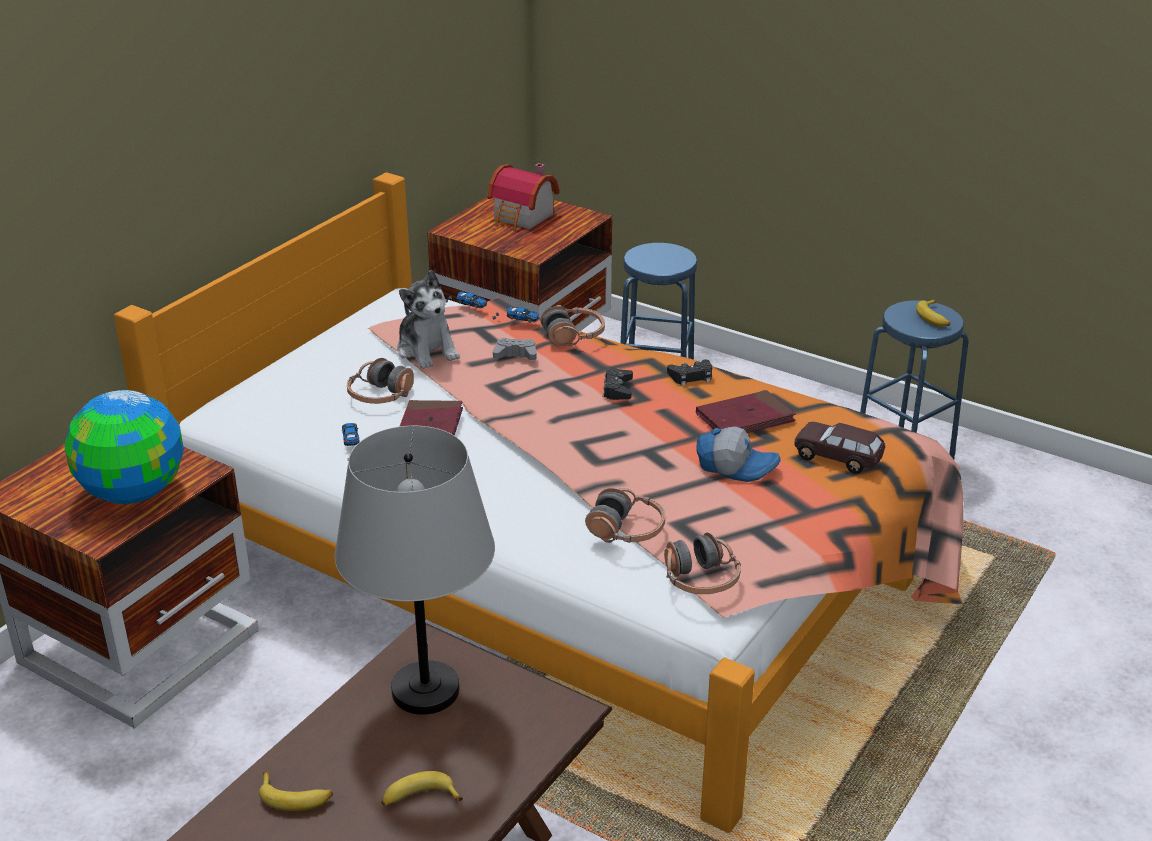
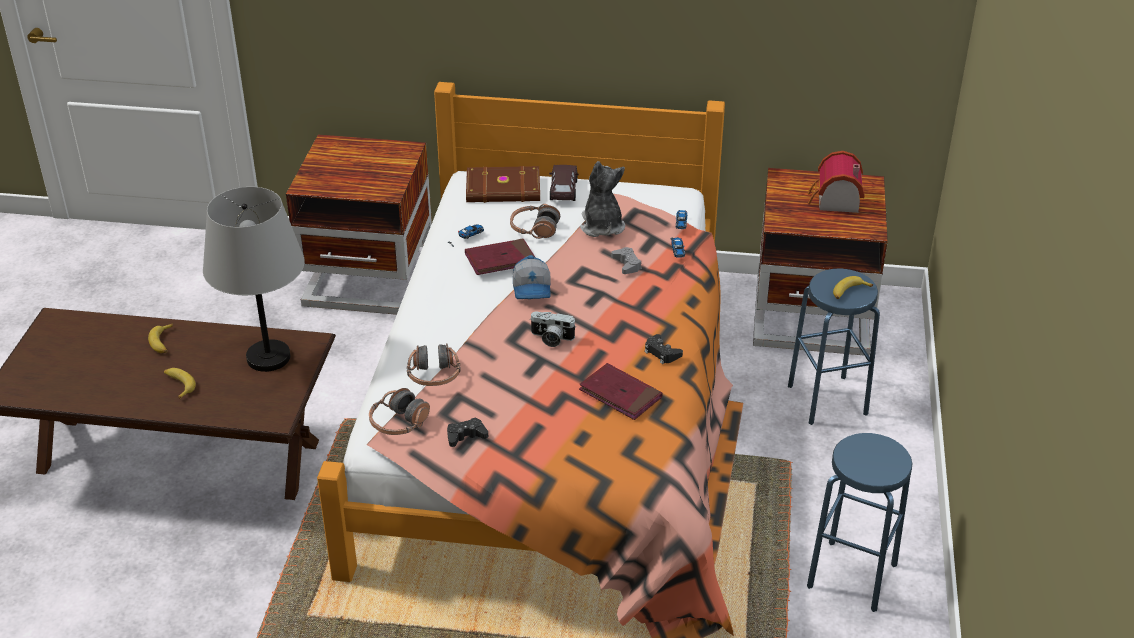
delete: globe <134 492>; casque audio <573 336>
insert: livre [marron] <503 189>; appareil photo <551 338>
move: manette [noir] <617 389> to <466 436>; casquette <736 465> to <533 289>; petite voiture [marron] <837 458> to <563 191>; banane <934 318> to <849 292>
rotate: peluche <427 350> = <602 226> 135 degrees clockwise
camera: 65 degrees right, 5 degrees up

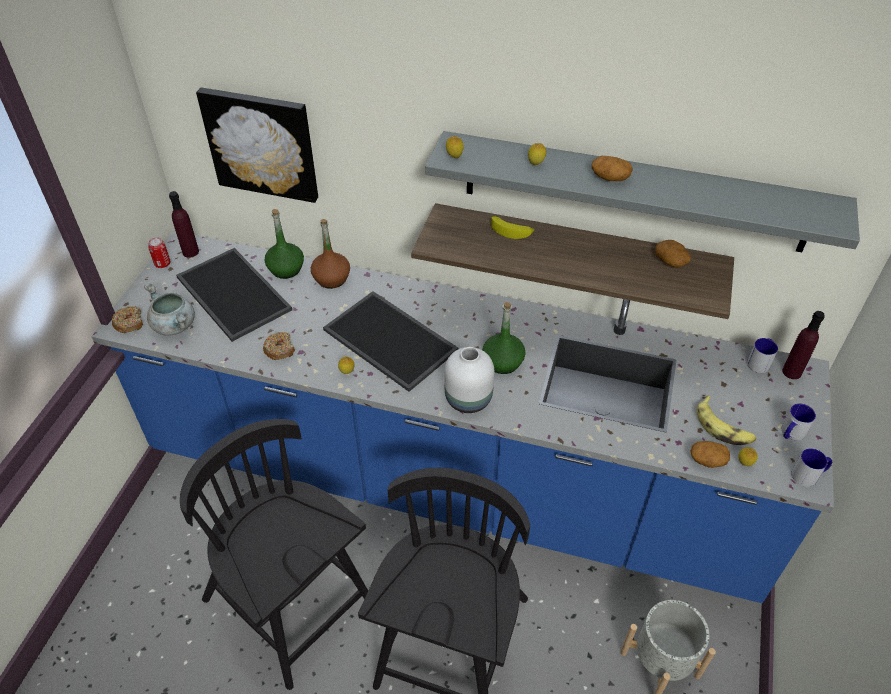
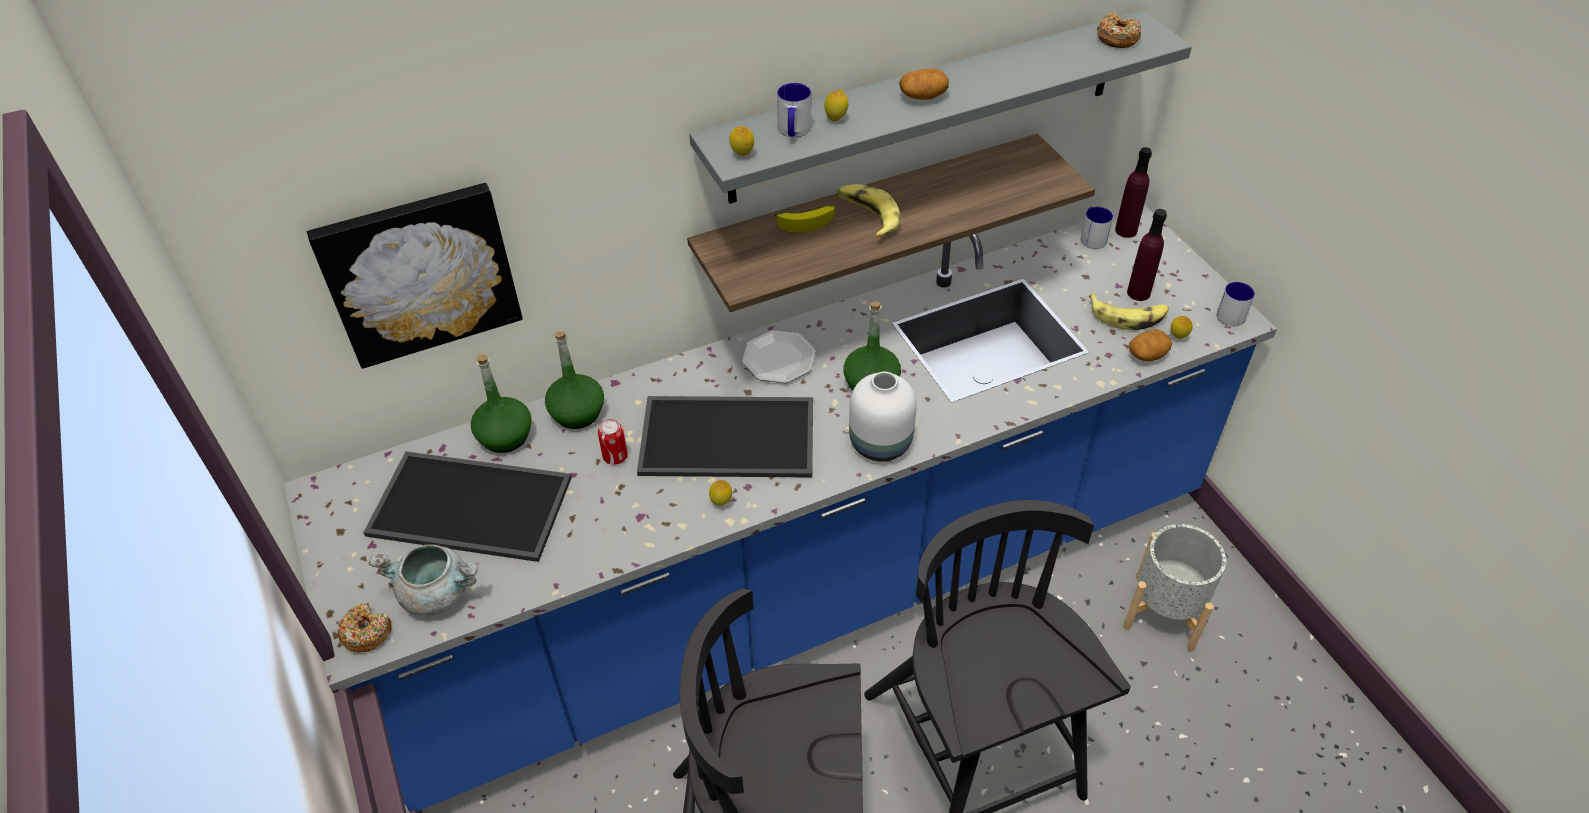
delete: pomme de terre <671 261>
insert: assiette <779 360>; banane <868 216>
move: boîte métallique <162 264> to <615 456>; mug <790 433> to <793 131>; beignet <279 349> to <1117 38>; bouteille [violet] <190 252> to <1138 293>
recolor: bouteille [marron] <331 278> to bouteille [vert] <577 413>
camera: 40 degrees left, 0 degrees up

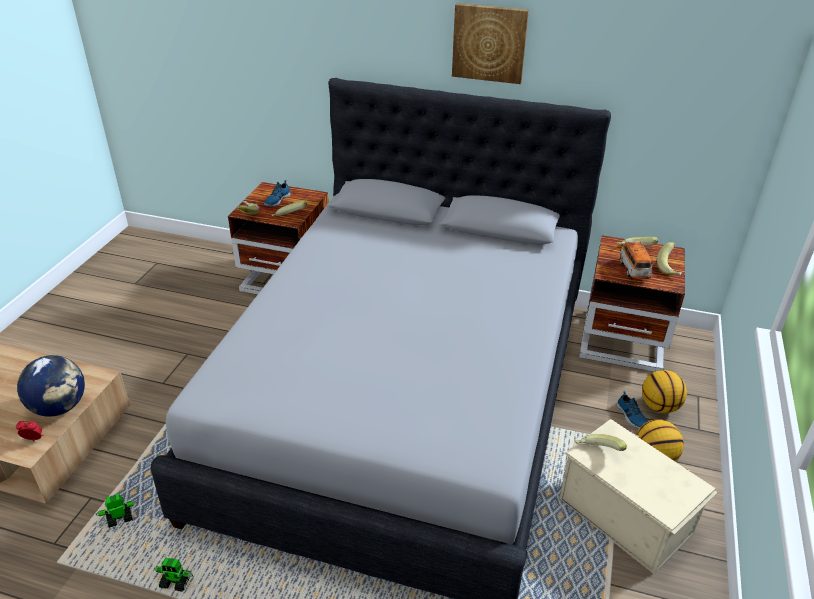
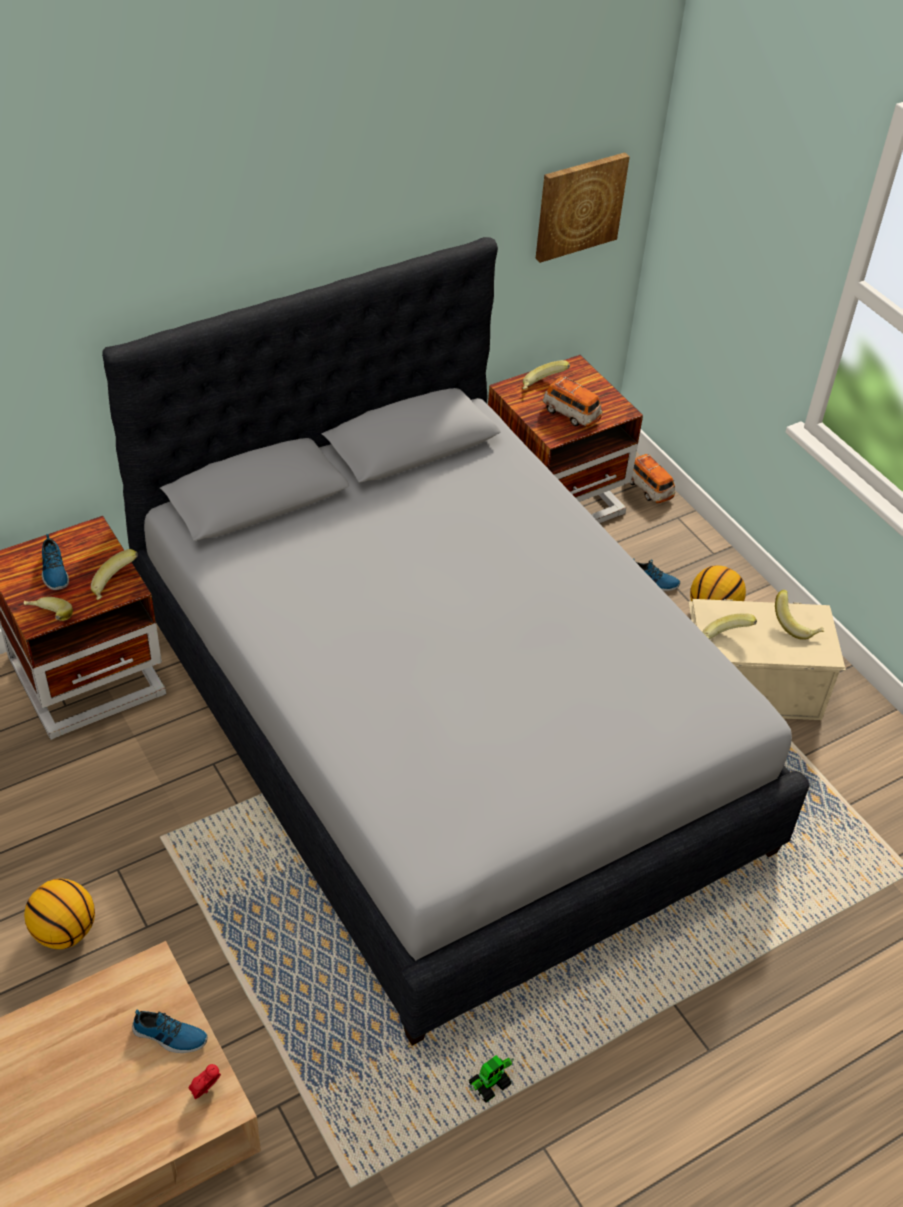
delete: robot jouet <119 518>
insert: petite voiture <649 489>
move: ballon de basket <659 406> to <64 931>; tableau <489 43> to <579 205>; banane <670 268> to <796 625>
replace: globe <60 407> to chaussure <169 1036>
camera: 50 degrees left, 10 degrees up

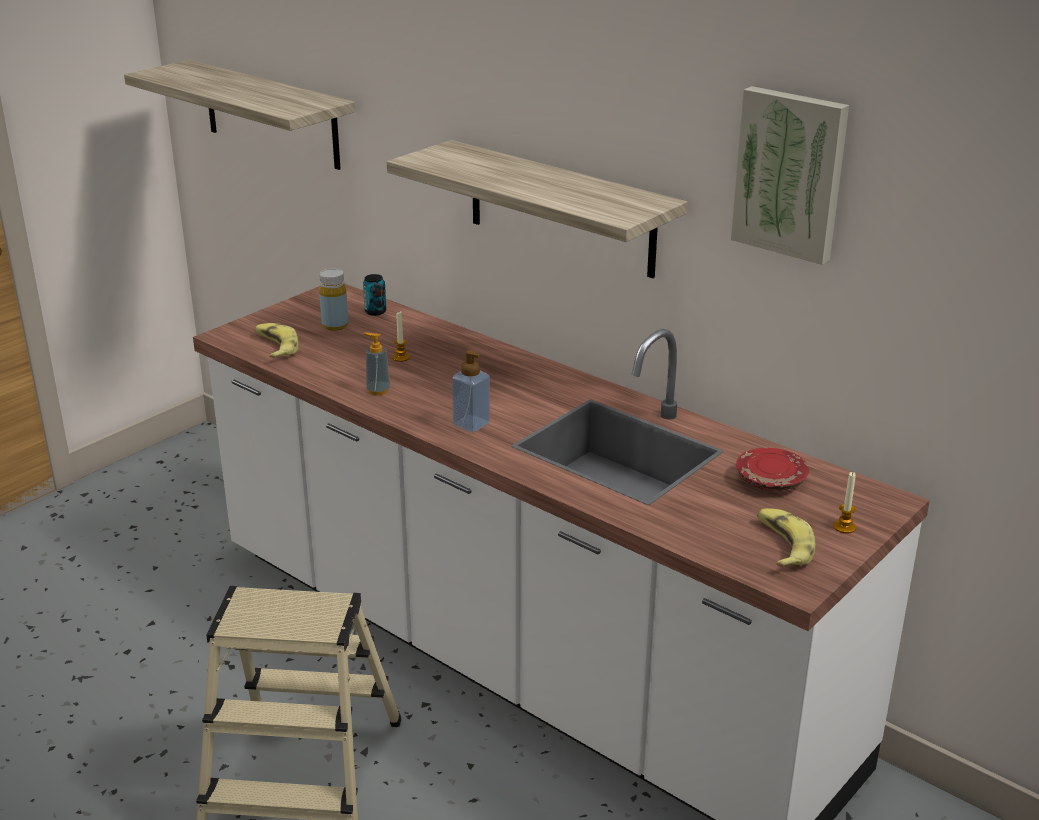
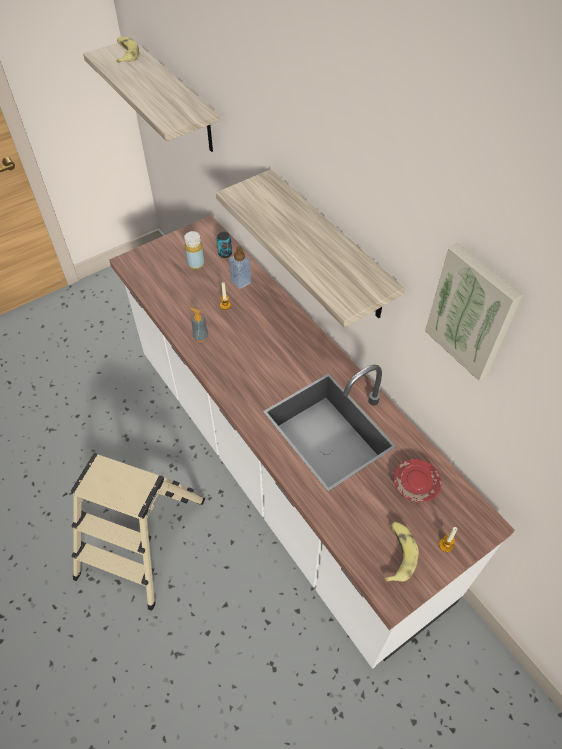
move: banane <275 347> to <126 54>; distributeur de savon <471 424> to <241 282>
camera: 15 degrees right, 25 degrees up

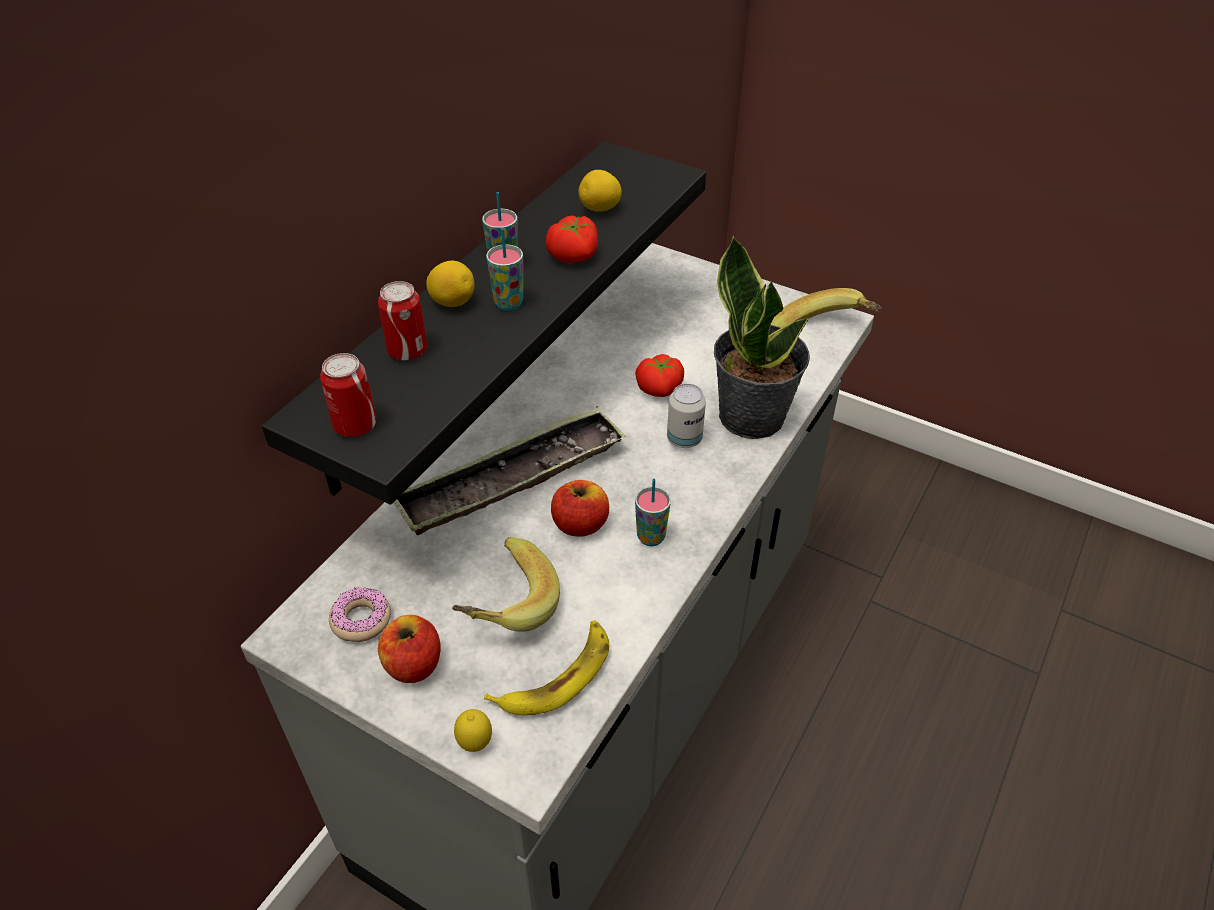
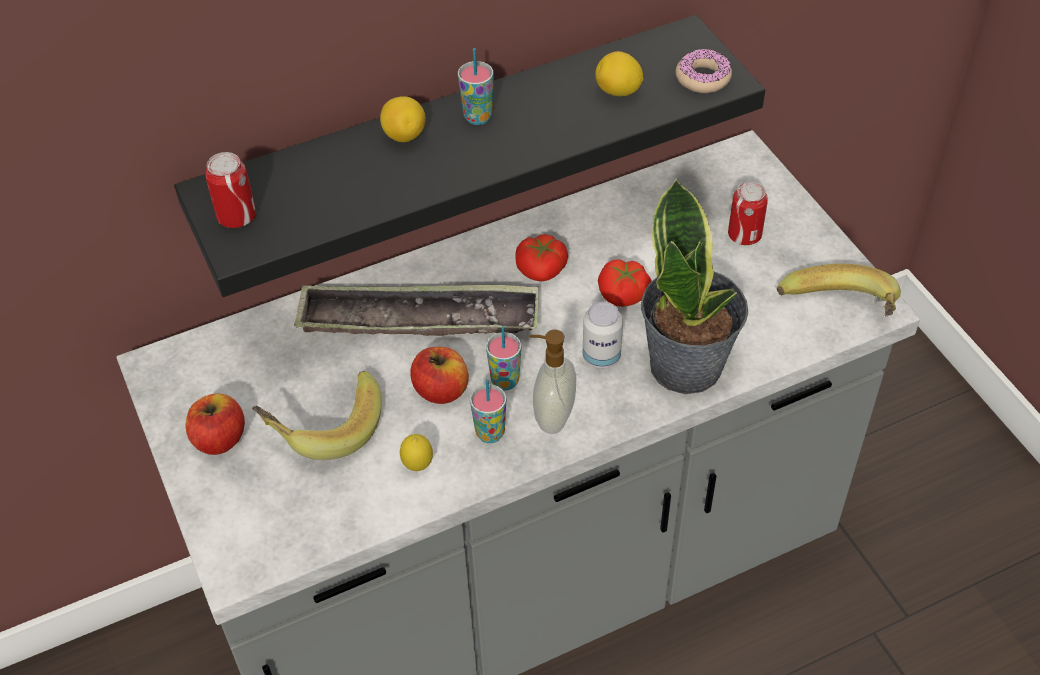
delete: banane <557 675>
insert: distributeur de savon <552 416>
move: citron <475 744> to <418 466>; tasse <508 303> to <505 381>; tomate <574 255> to <542 270>; beignet <361 620> to <703 78>; boîte métallique <407 350> to <744 235>
camera: 35 degrees right, 5 degrees up

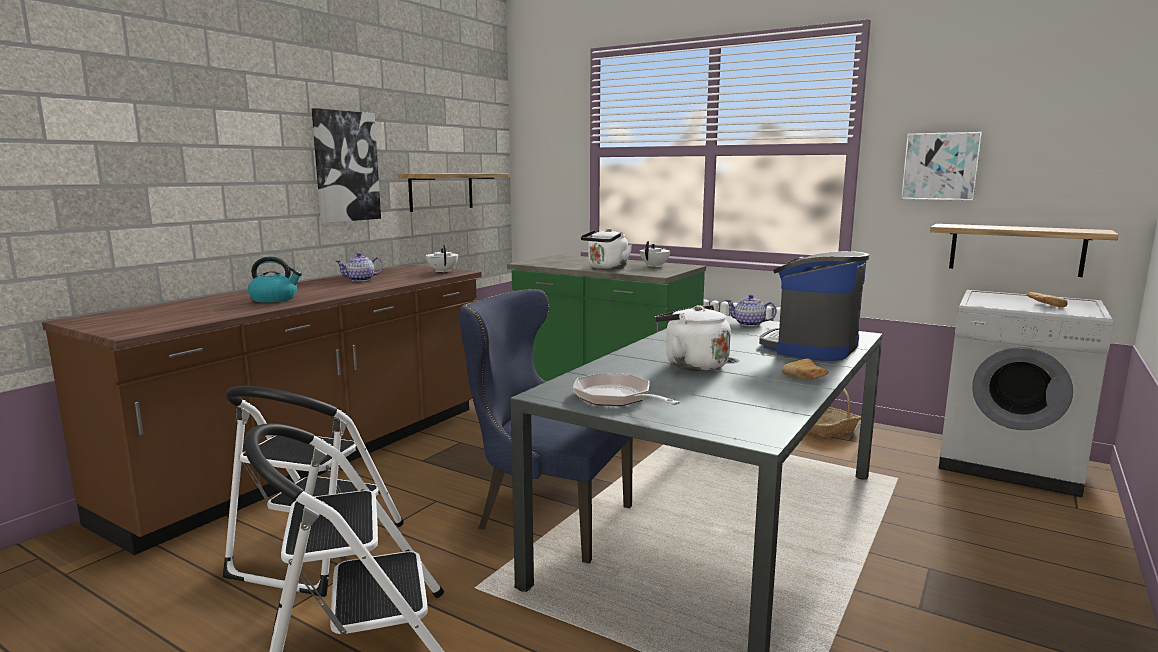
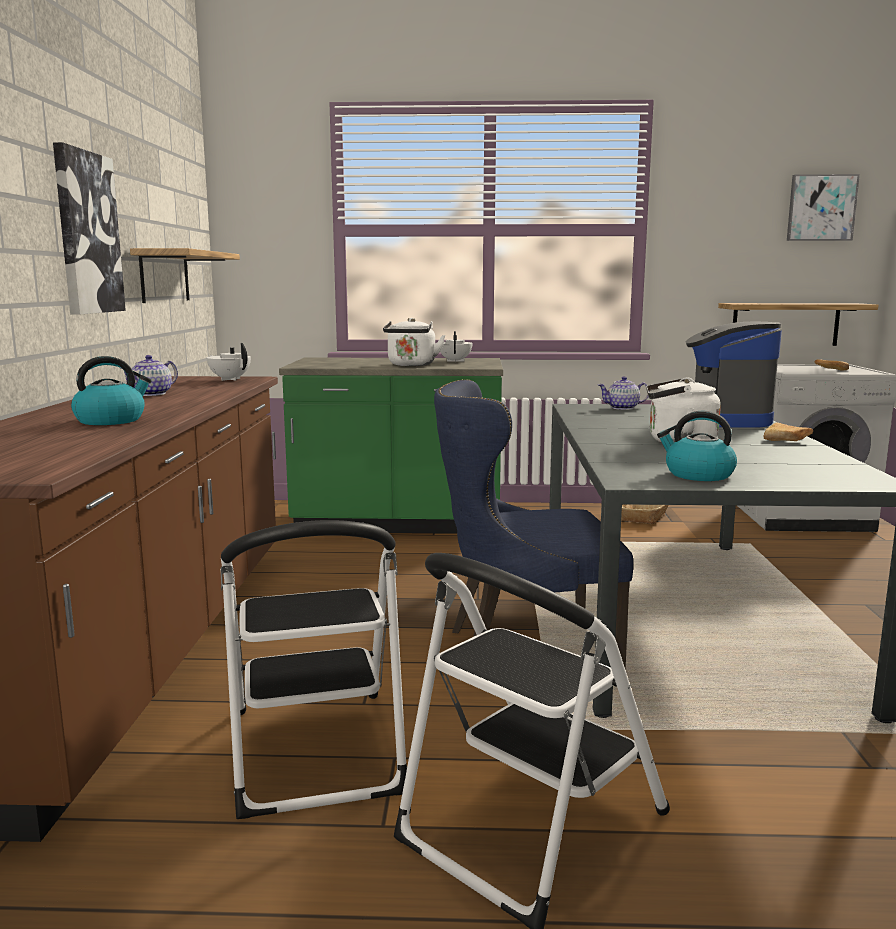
move: tableau <940 166> to <821 208>
replace: poêle <617 398> to bouilloire <698 475>
camera: 30 degrees left, 0 degrees up

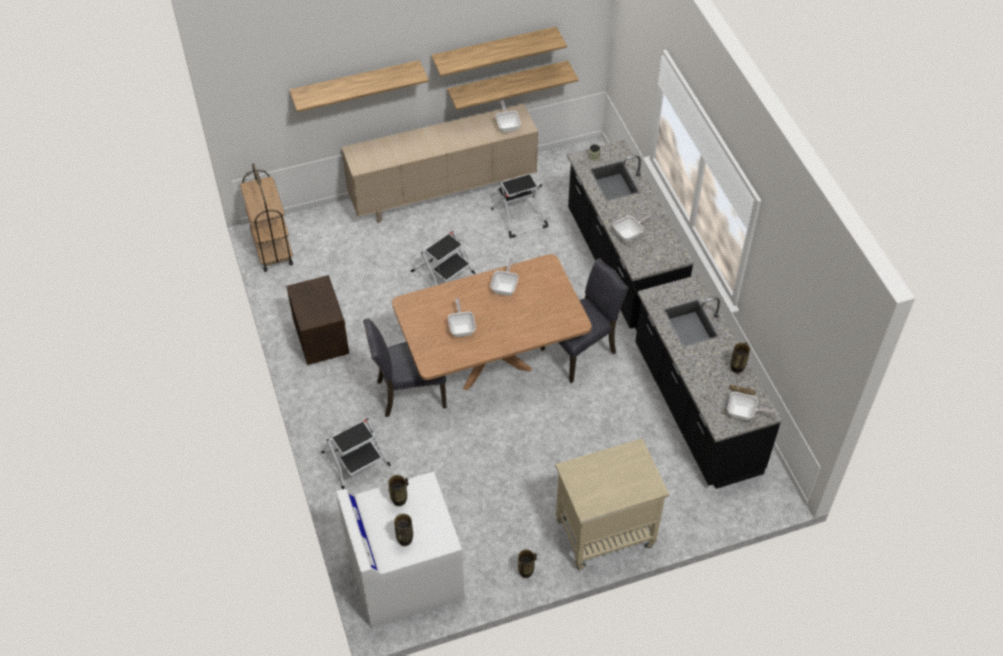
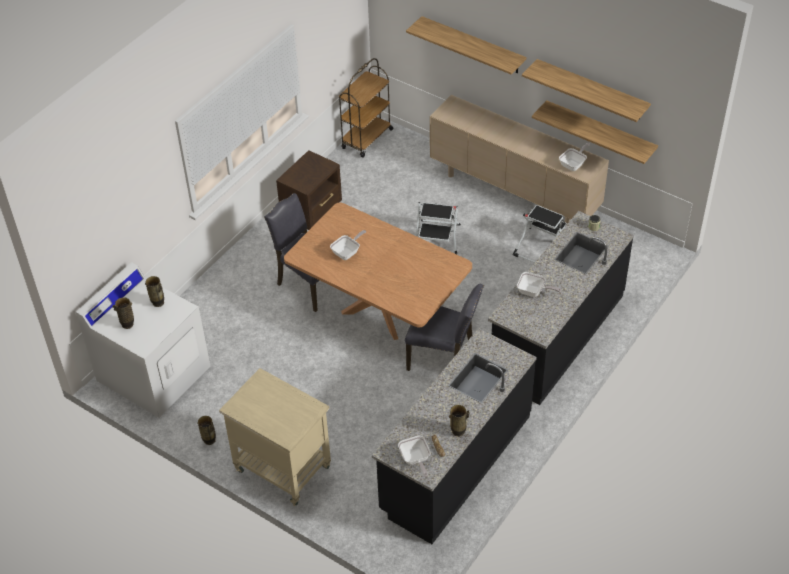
delete: escabeau <355 460>; poêle <505 287>
camera: 55 degrees right, 5 degrees down

